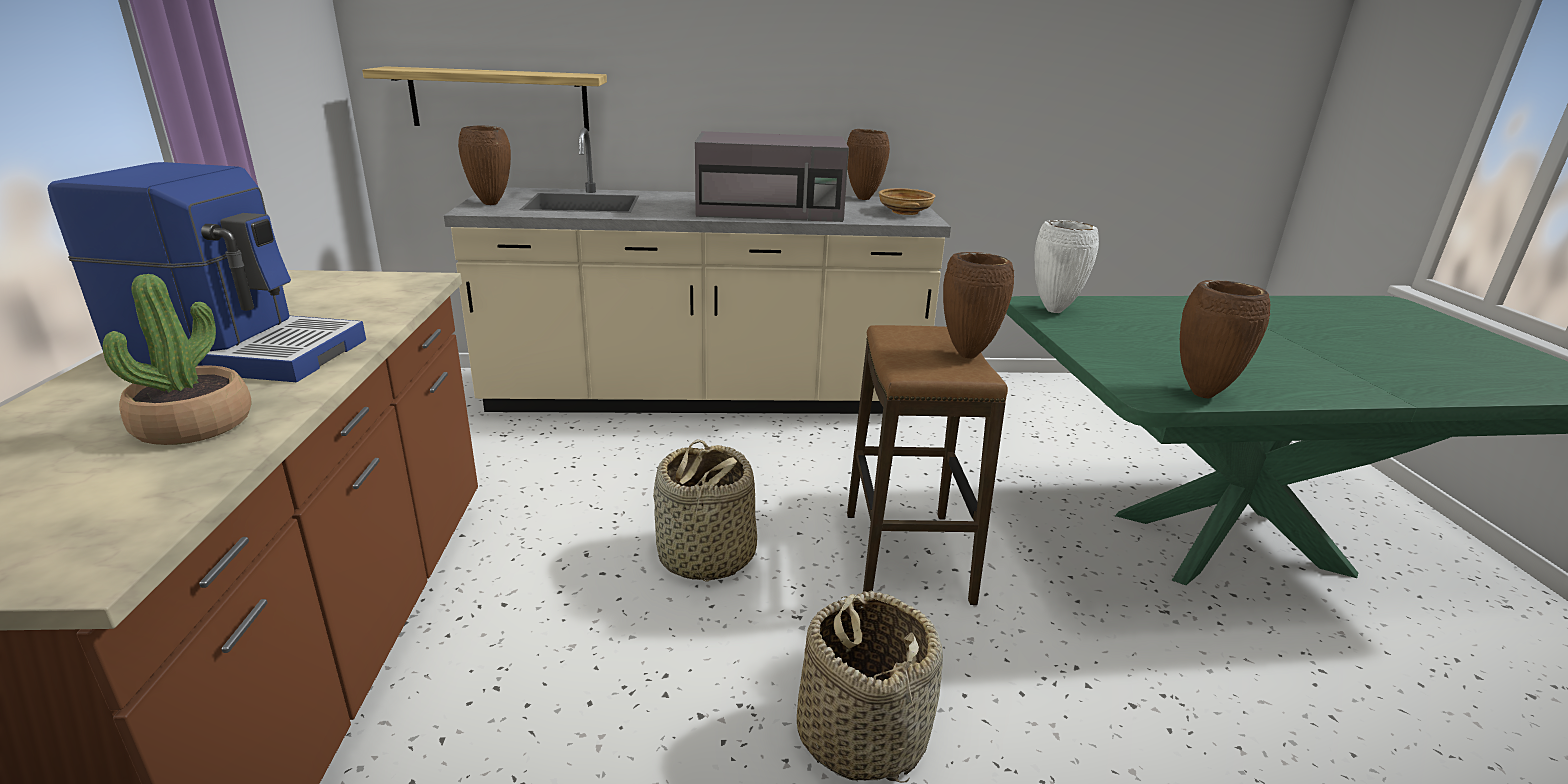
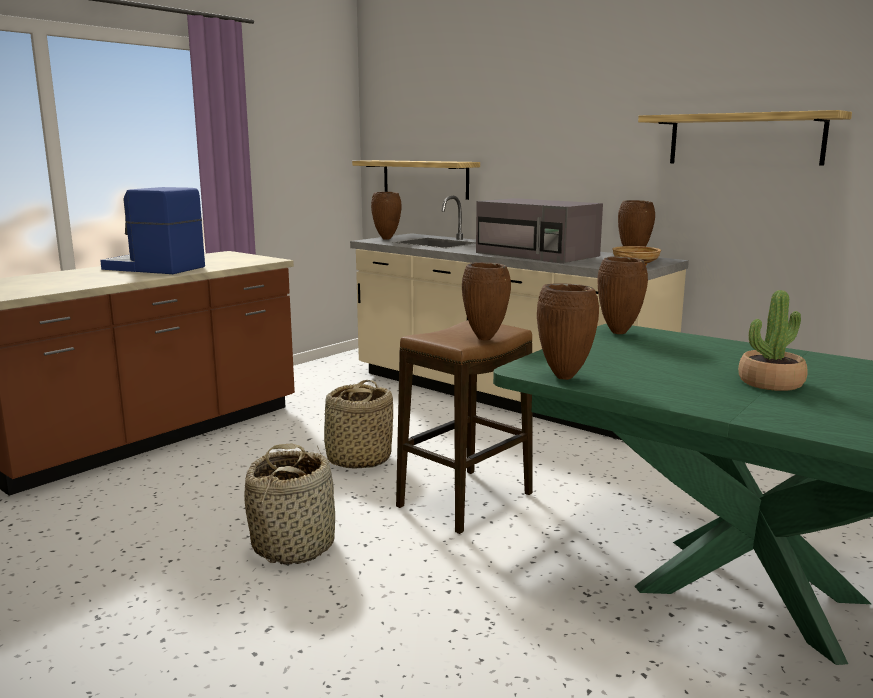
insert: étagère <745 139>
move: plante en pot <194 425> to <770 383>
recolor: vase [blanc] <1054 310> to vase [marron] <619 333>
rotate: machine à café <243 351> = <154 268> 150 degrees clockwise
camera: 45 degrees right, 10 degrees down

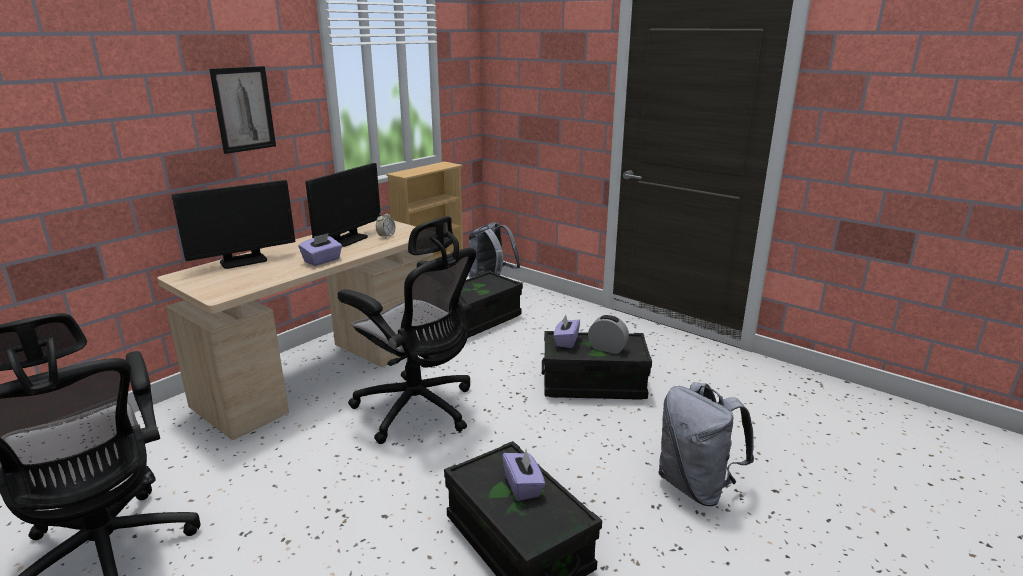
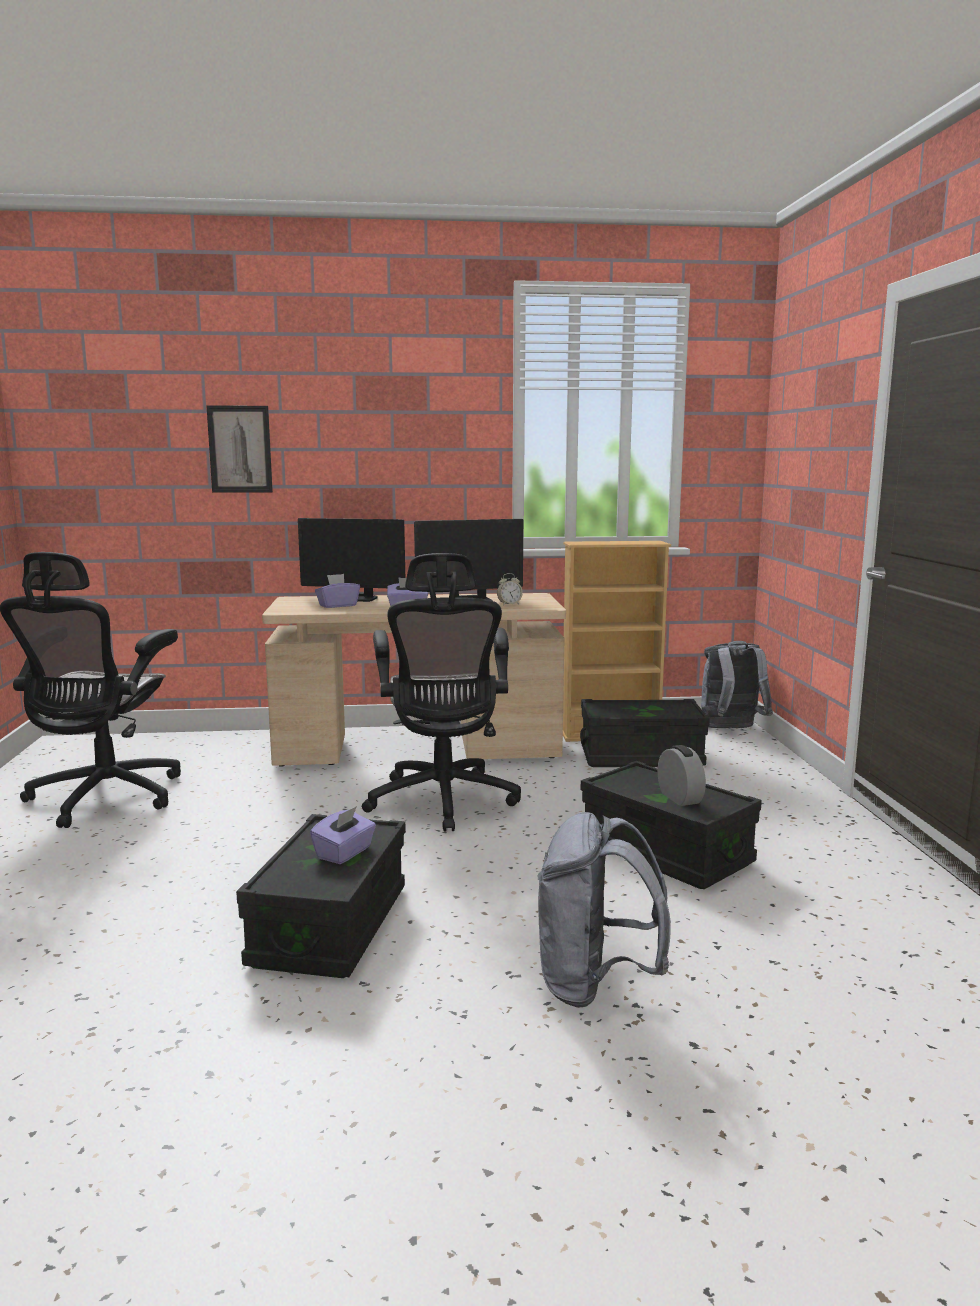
move: tableau <243 109> to <240 449>; boîte à mouchoirs [violet] <566 341> to <337 605>
camera: 45 degrees right, 10 degrees down

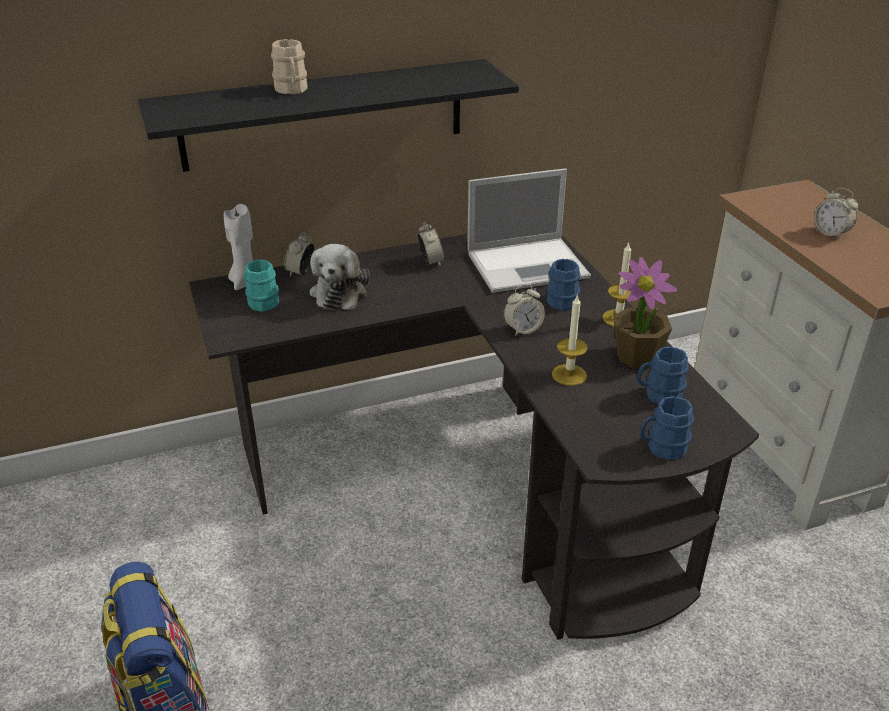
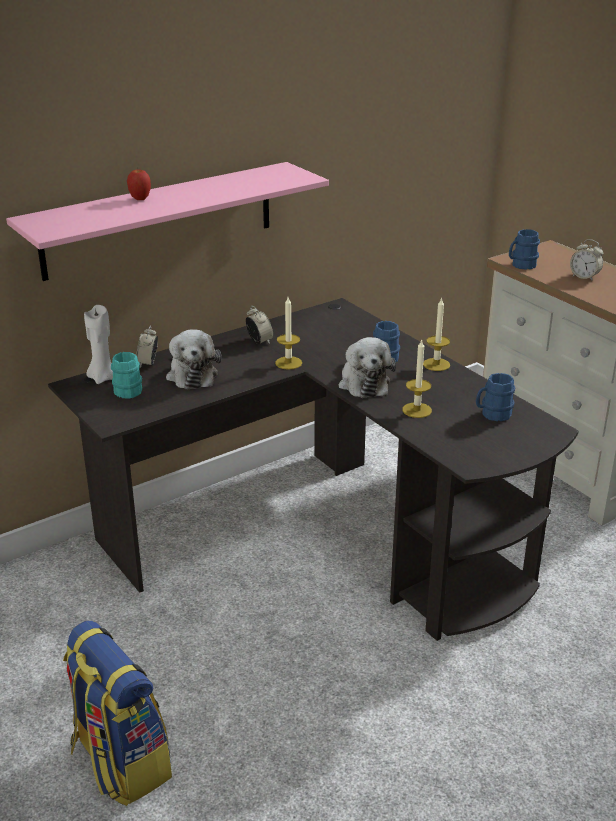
delete: ordinateur portable <529 265>; plante en pot <637 356>
insert: bougie <288 363>
move: mug [bleu] <662 448> to <521 265>
replace: mug [beige] <292 90> to pomme <140 199>; réveil <523 329> to peluche <363 382>
recolor: étagère [noir] <323 115> to étagère [rose] <159 220>
camera: 15 degrees left, 5 degrees down

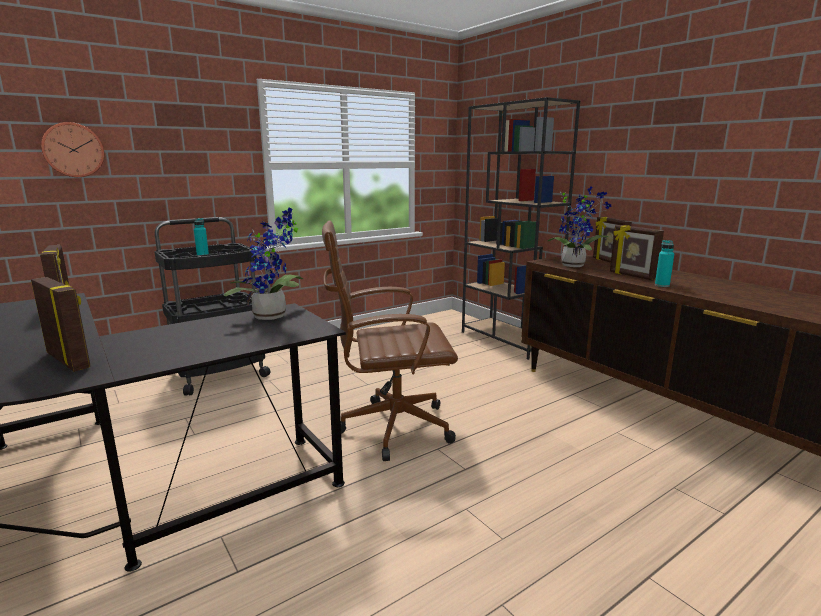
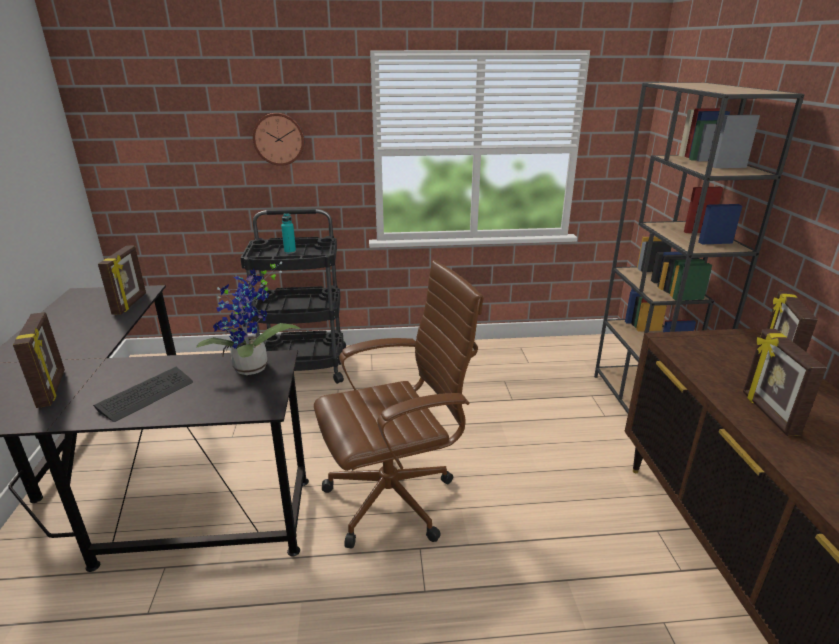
delete: plante en pot <575 265>; bouteille [turquoise] <662 285>
insert: clavier <146 395>
move: horloge murale <73 150> to <279 139>
rotate: chaise de bureau [marron] <390 428> = <396 498> 135 degrees clockwise
camera: 30 degrees right, 10 degrees up

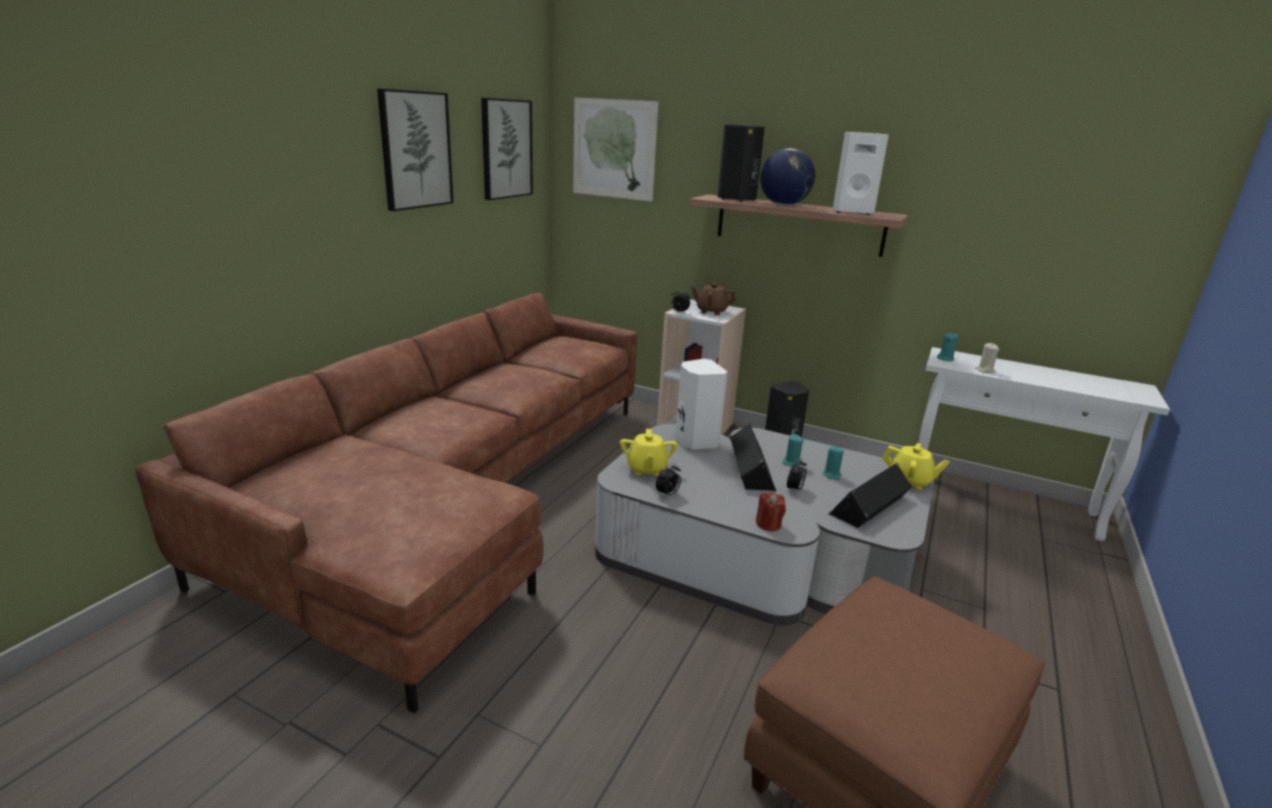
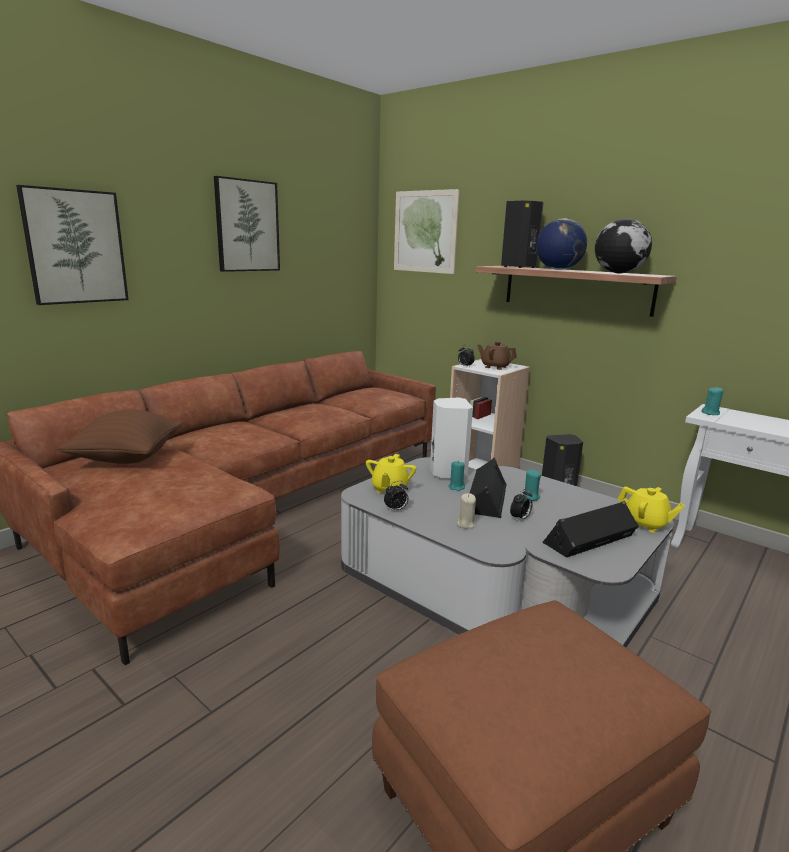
delete: bougie [rouge] <768 524>
insert: coussin [marron] <127 458>
move: tableau <506 149> to <75 247>; bougie [turquoise] <832 475> to <456 487>; bougie [beige] <984 370> to <465 524>
replace: enceinte [blanc] <851 212> to globe <619 273>
camera: 15 degrees right, 5 degrees down

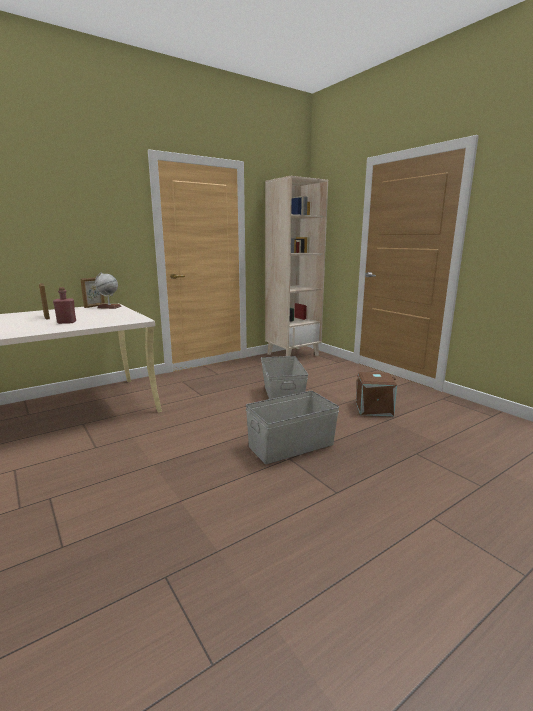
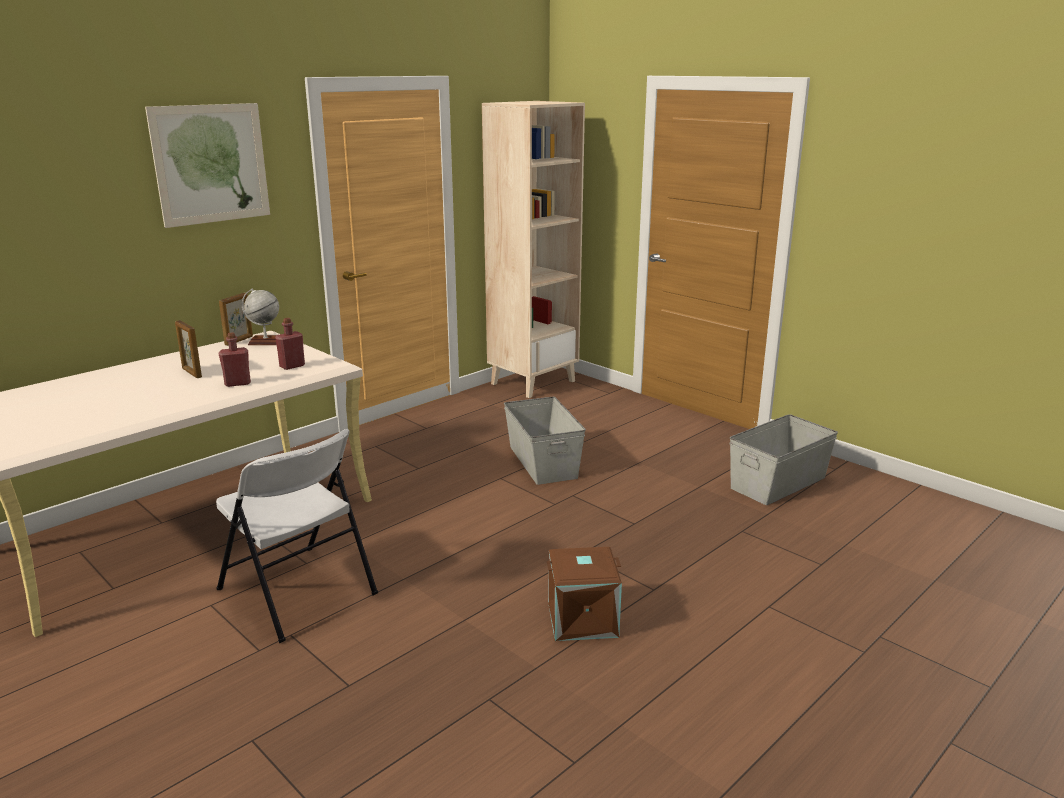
insert: tableau <211 164>; chaise [blanc] <296 592>; bouteille [rouge] <292 366>
move: boîte de rangement [marron] <374 409> to <582 620>; boîte de rangement [gris] <292 445> to <779 483>
camera: 10 degrees left, 5 degrees up

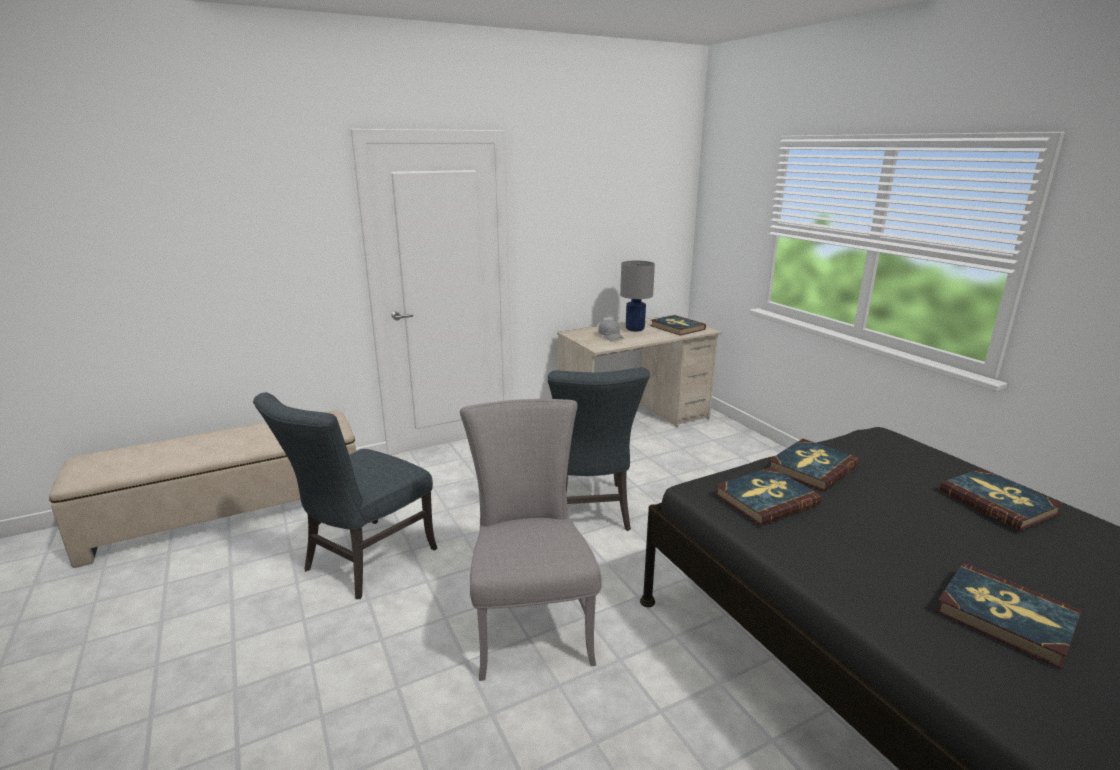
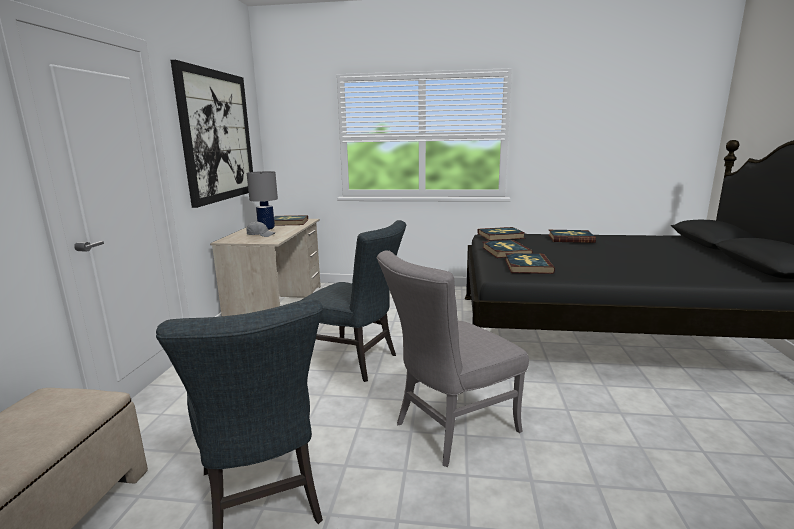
insert: tableau <217 136>
move: livre <1005 616> to <500 236>
rotate: chaise [gris] <530 622> = <450 428> 60 degrees counterclockwise
camera: 55 degrees left, 5 degrees down

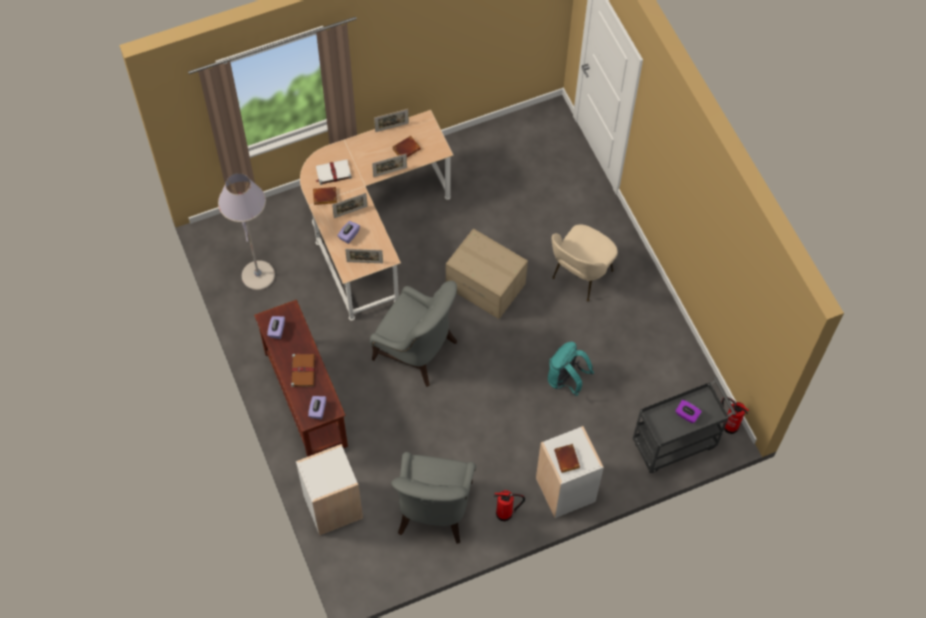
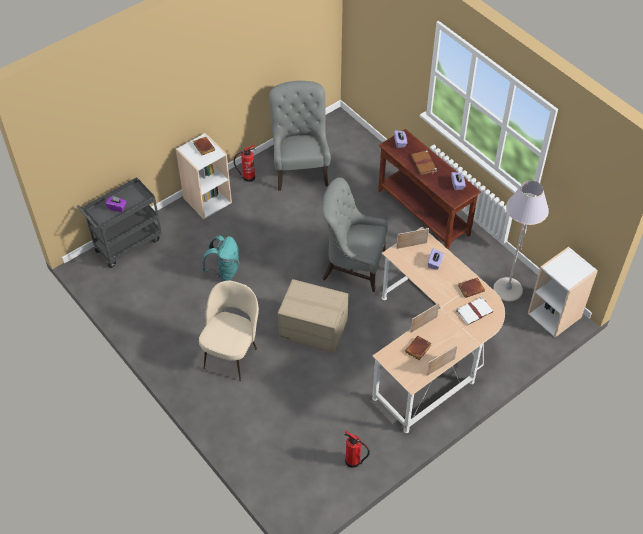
delete: cadre photo <350 212>
move: extincteur <729 425> to <354 462>; bibliothèque <333 506> to <554 315>
camera: 165 degrees right, 10 degrees down

